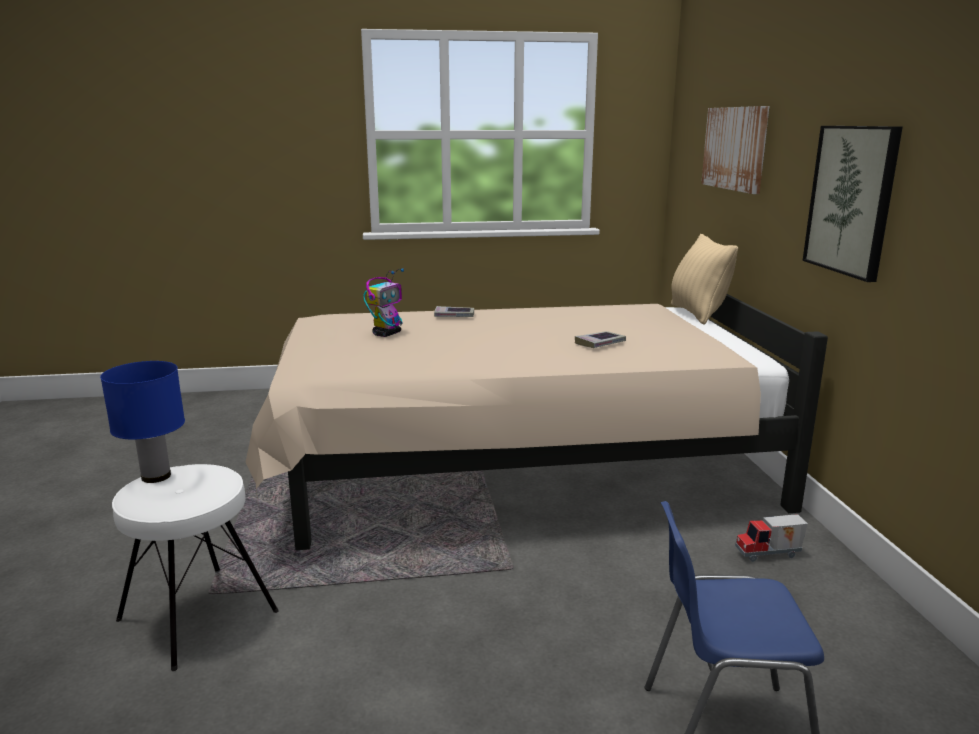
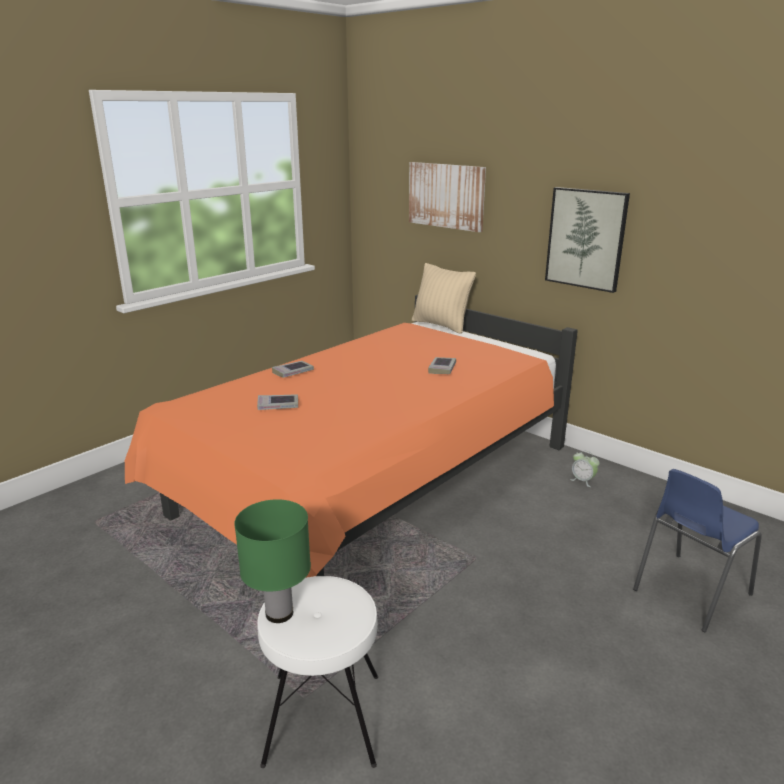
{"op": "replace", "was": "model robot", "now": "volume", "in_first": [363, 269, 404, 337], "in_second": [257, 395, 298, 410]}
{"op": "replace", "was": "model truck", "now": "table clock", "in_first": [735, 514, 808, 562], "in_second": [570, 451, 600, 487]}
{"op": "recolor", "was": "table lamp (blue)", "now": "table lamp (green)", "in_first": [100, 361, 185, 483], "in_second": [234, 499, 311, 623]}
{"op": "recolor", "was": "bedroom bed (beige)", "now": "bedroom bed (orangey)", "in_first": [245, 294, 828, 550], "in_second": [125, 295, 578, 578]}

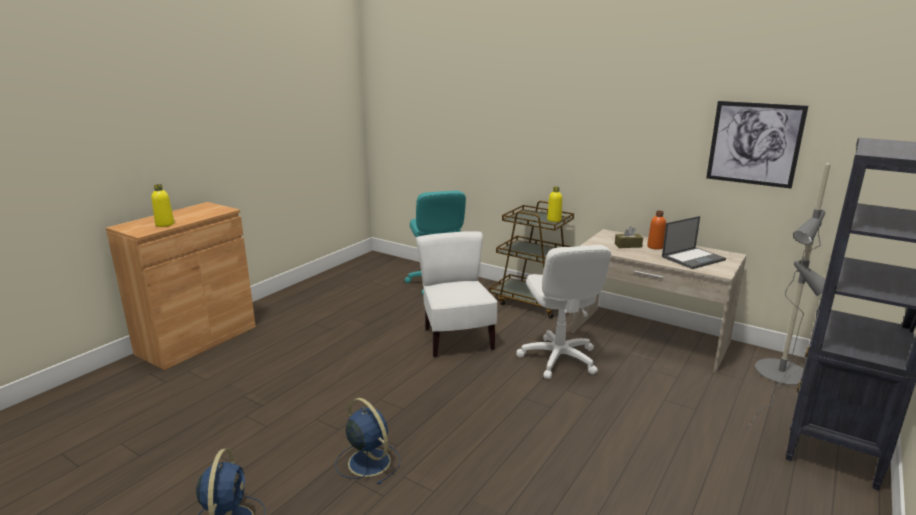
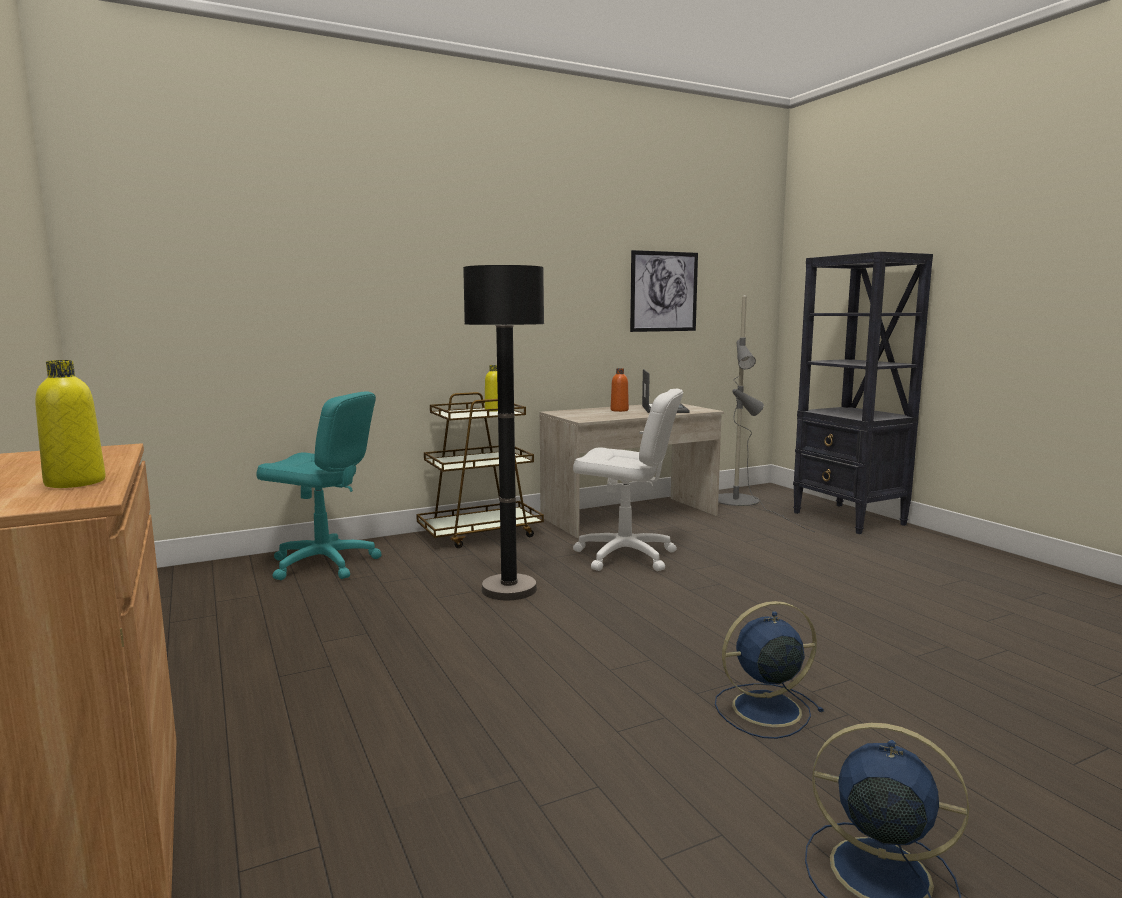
{"op": "delete", "was": "box of tissues (brownish)", "in_first": [615, 226, 643, 248]}
{"op": "replace", "was": "upright chair (whitish)", "now": "standing lamp (blackish)", "in_first": [416, 231, 498, 357], "in_second": [463, 265, 544, 600]}

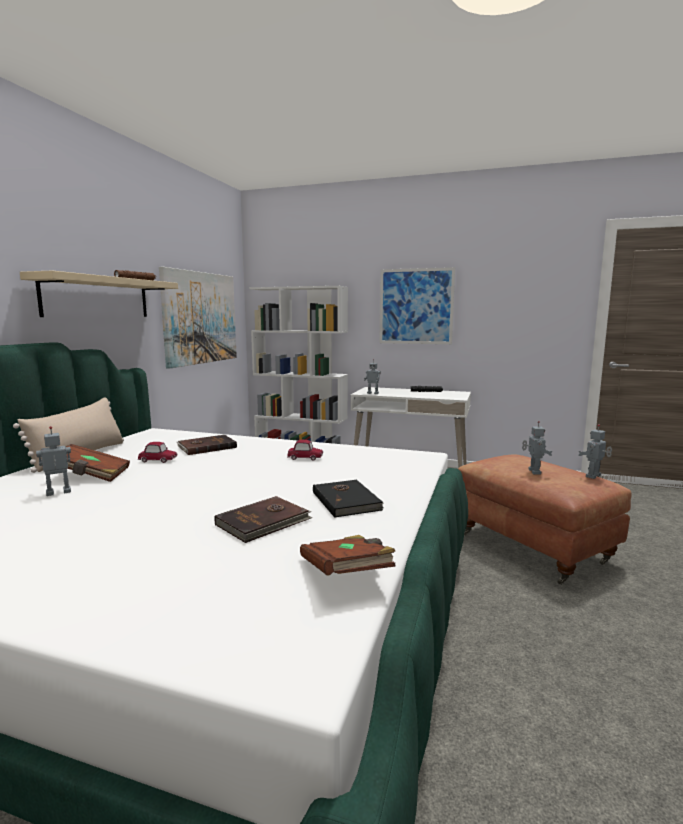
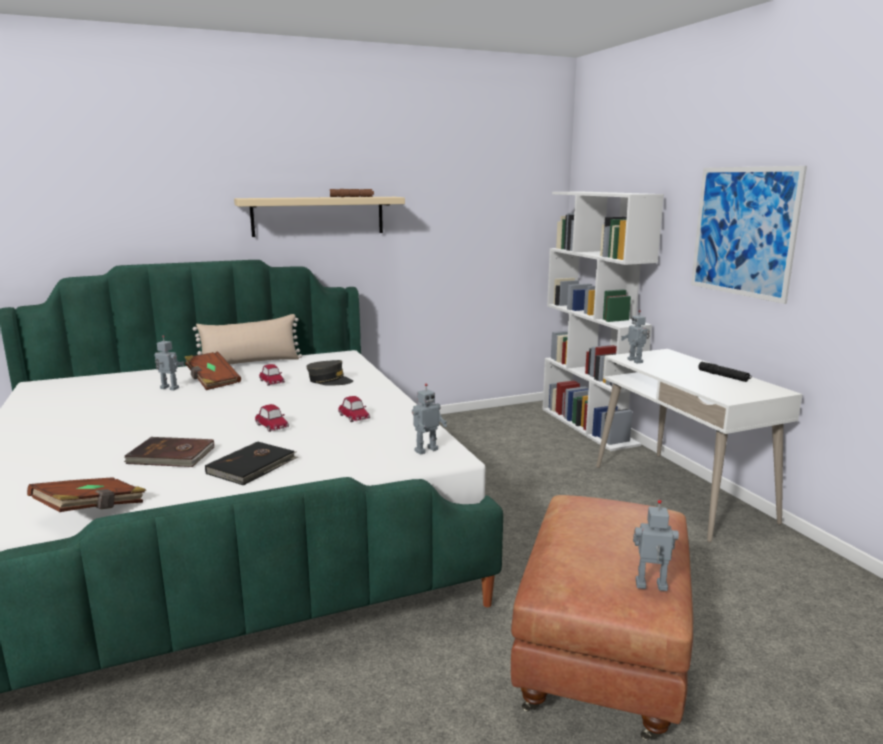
{"op": "delete", "was": "picture", "in_first": [159, 267, 237, 369]}
{"op": "insert", "now": "model car", "in_second": [255, 404, 289, 432]}
{"op": "move", "was": "model robot", "in_first": [522, 421, 553, 475], "in_second": [412, 383, 447, 455]}
{"op": "replace", "was": "volume (brownish)", "now": "peaked cap (gray)", "in_first": [177, 435, 237, 455], "in_second": [306, 360, 353, 386]}

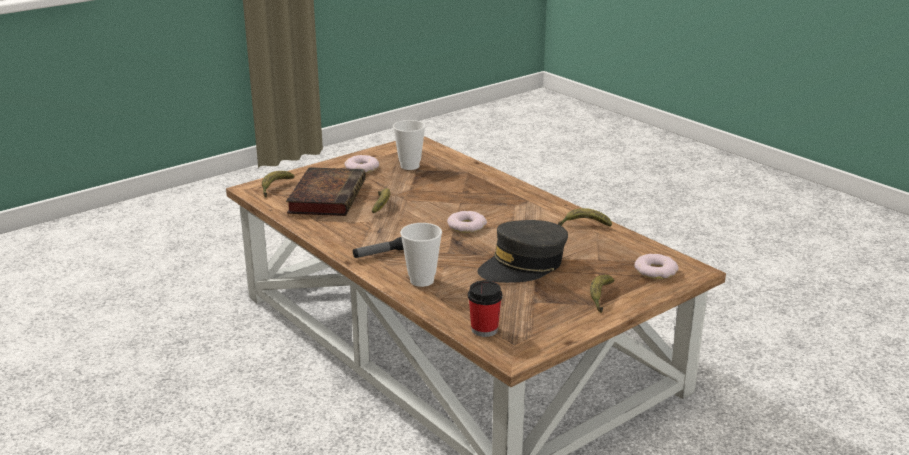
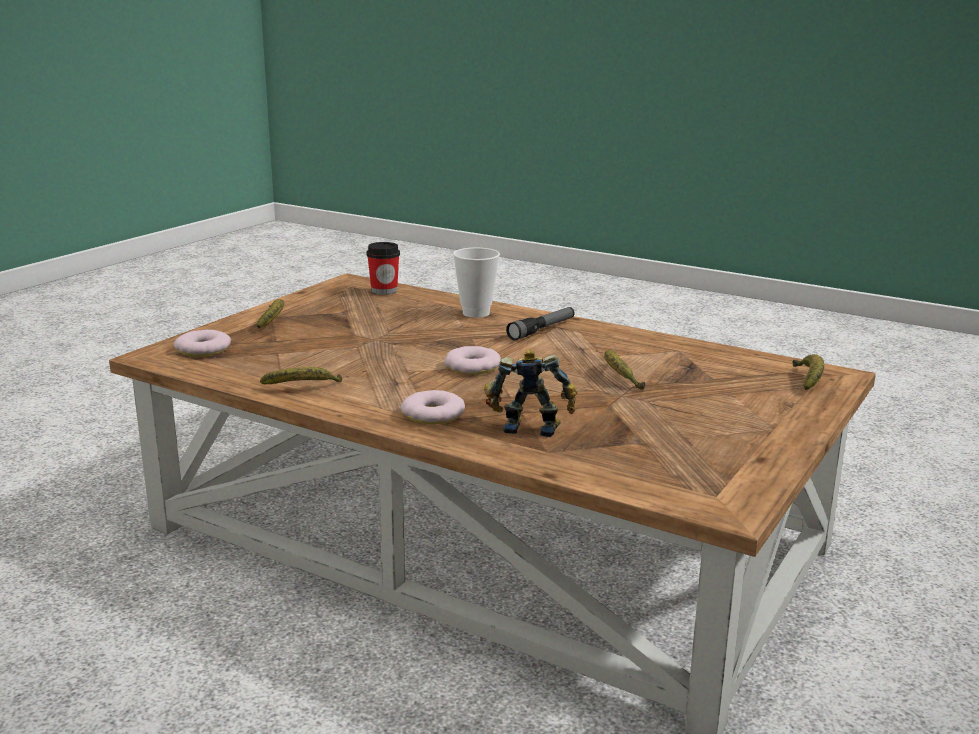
{"op": "delete", "was": "volume", "in_first": [286, 167, 366, 216]}
{"op": "delete", "was": "cup", "in_first": [393, 120, 426, 170]}
{"op": "delete", "was": "peaked cap (gray)", "in_first": [477, 220, 568, 283]}
{"op": "insert", "now": "model robot", "in_second": [484, 349, 578, 437]}
{"op": "move", "was": "ring doughnut", "in_first": [344, 155, 379, 173], "in_second": [400, 390, 465, 424]}

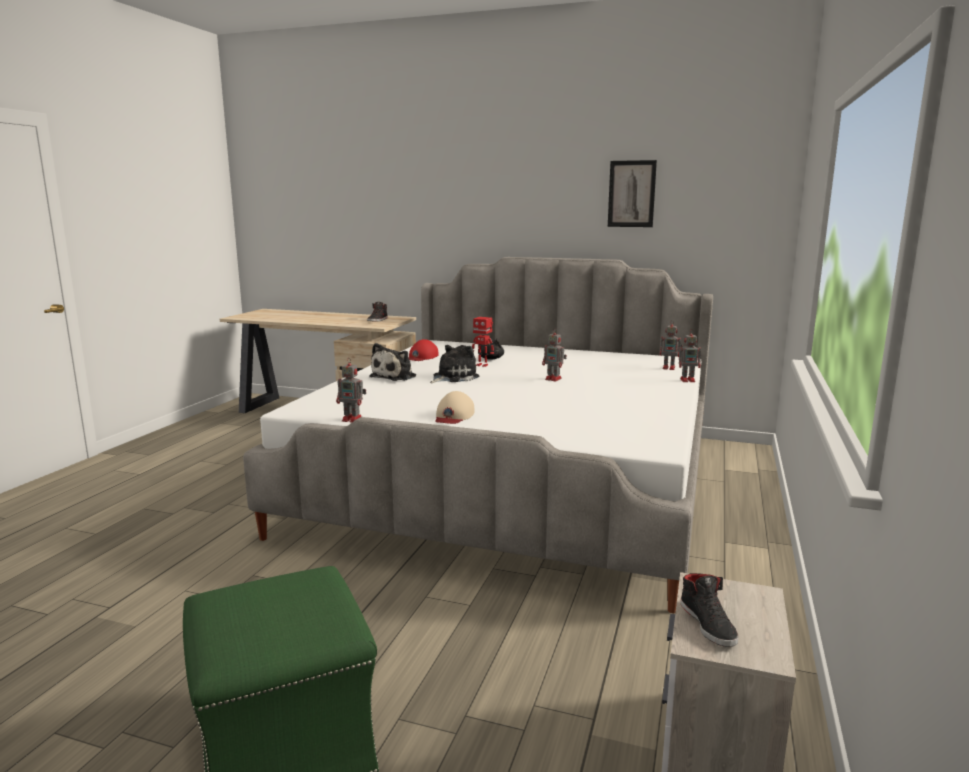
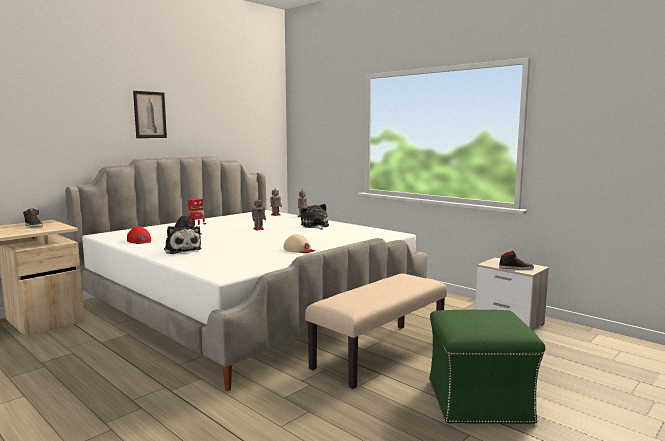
{"op": "delete", "was": "model robot", "in_first": [336, 358, 366, 422]}
{"op": "insert", "now": "indoor bench (beige)", "in_second": [305, 274, 447, 389]}
{"op": "move", "was": "soft toy", "in_first": [430, 345, 479, 383], "in_second": [301, 204, 329, 229]}
{"op": "move", "was": "picture", "in_first": [608, 160, 657, 227], "in_second": [133, 91, 167, 138]}

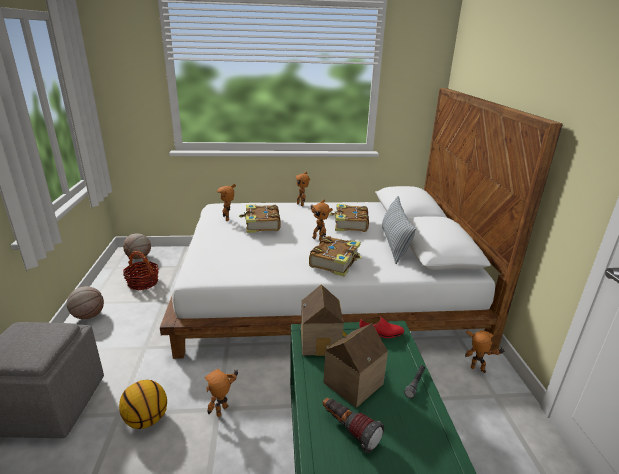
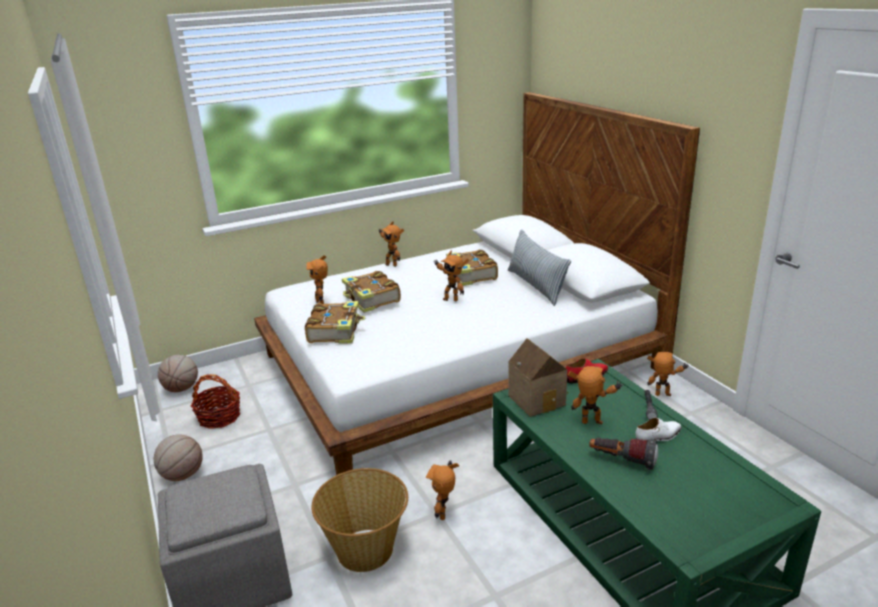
{"op": "insert", "now": "low shoe (whitish)", "in_second": [636, 417, 682, 442]}
{"op": "move", "was": "volume", "in_first": [309, 236, 362, 277], "in_second": [305, 301, 365, 344]}
{"op": "replace", "was": "basketball ball", "now": "household basket", "in_first": [119, 380, 167, 429], "in_second": [311, 468, 408, 572]}
{"op": "replace", "was": "toy house", "now": "model robot", "in_first": [323, 323, 388, 408], "in_second": [568, 366, 623, 424]}

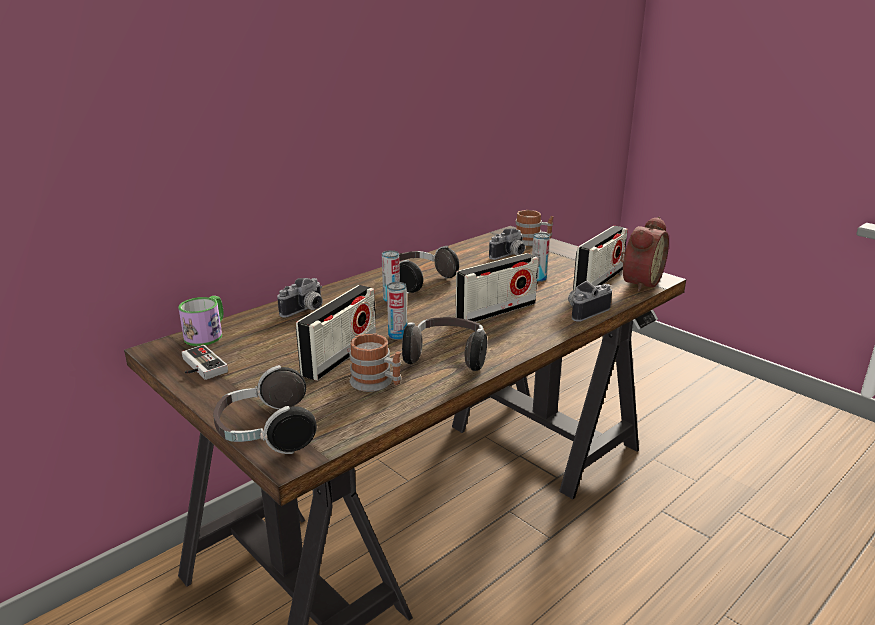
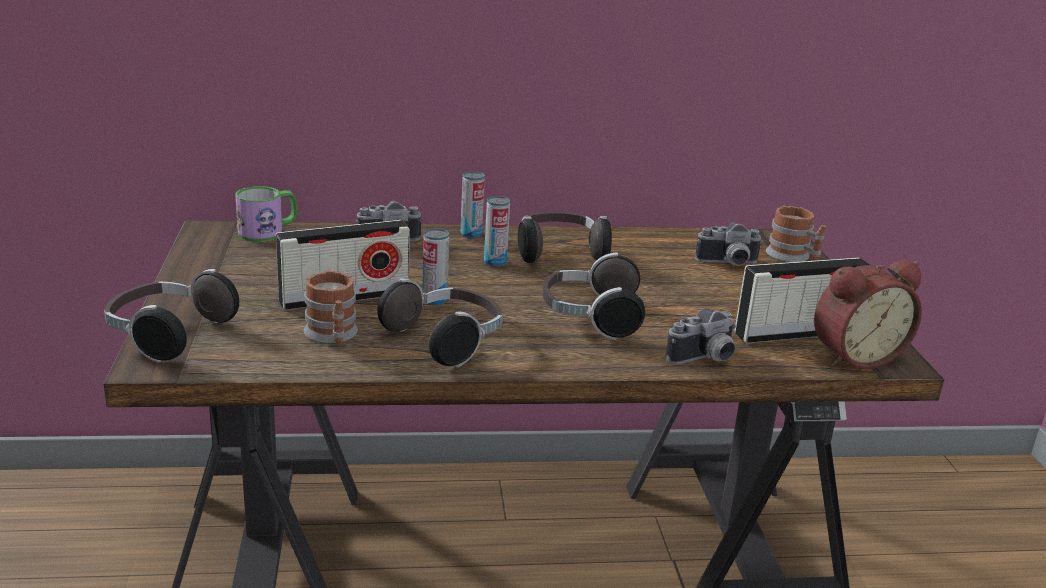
{"op": "delete", "was": "gamepad", "in_first": [182, 345, 228, 380]}
{"op": "move", "was": "sealed can", "in_first": [532, 233, 550, 282], "in_second": [461, 171, 485, 238]}
{"op": "replace", "was": "radio set", "now": "headphones", "in_first": [456, 253, 538, 322], "in_second": [543, 253, 645, 340]}
{"op": "rotate", "was": "photo camera", "in_first": [568, 281, 612, 322], "in_second": [665, 308, 736, 365], "clockwise": 150}

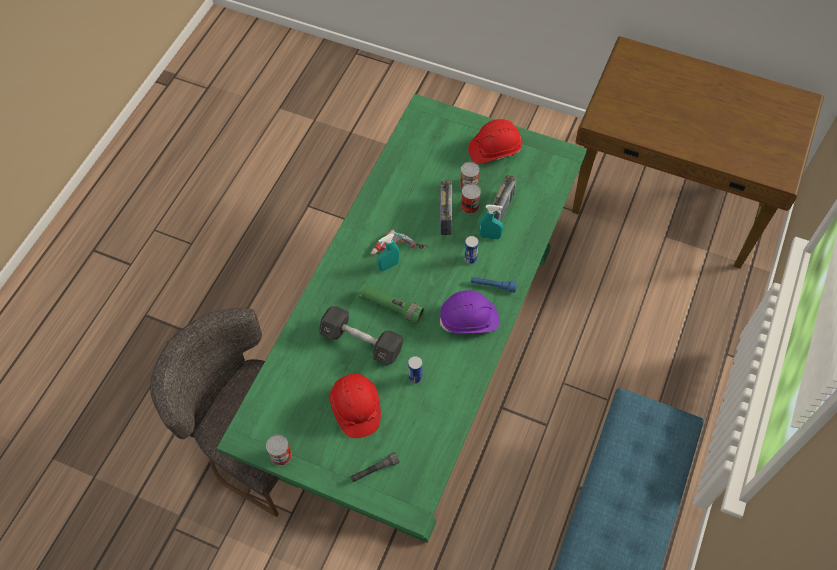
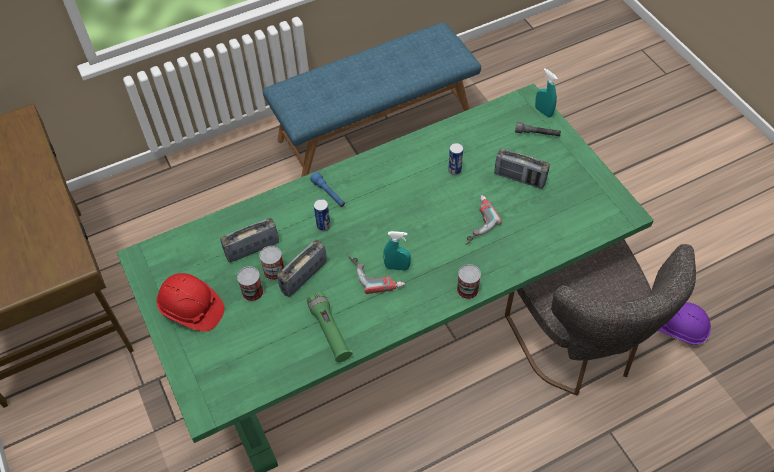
{"op": "move", "was": "sealed can", "in_first": [266, 435, 292, 466], "in_second": [457, 264, 481, 299]}
{"op": "move", "was": "hand torch (green)", "in_first": [359, 284, 424, 323], "in_second": [307, 292, 353, 362]}
{"op": "move", "was": "hard hat (purple-coloured)", "in_first": [440, 290, 499, 334], "in_second": [658, 302, 711, 346]}
{"op": "move", "was": "hand sprayer (turquoise)", "in_first": [479, 205, 503, 239], "in_second": [535, 68, 558, 118]}
{"op": "replace", "was": "hand weight (blackish)", "now": "electric drill", "in_first": [319, 306, 403, 365], "in_second": [465, 195, 502, 245]}
{"op": "replace", "was": "hard hat (reddish)", "now": "radio set", "in_first": [330, 374, 381, 438], "in_second": [494, 148, 550, 189]}

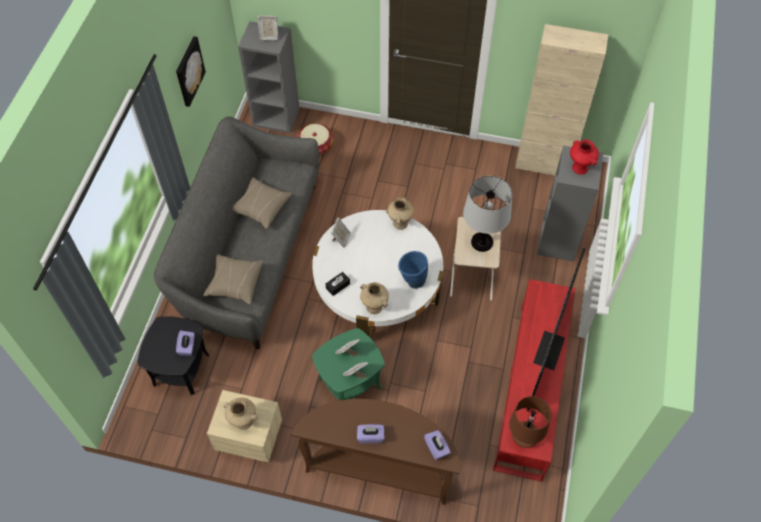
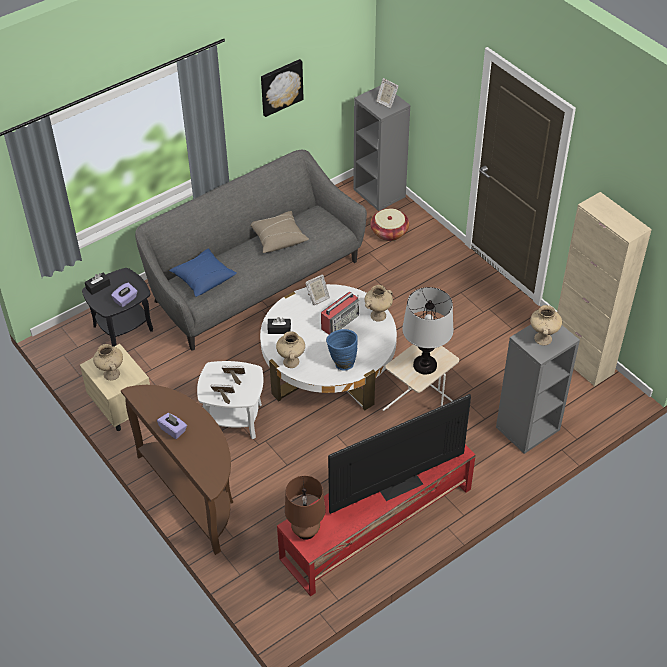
{"op": "delete", "was": "box of tissues (purple-coloured)", "in_first": [424, 430, 451, 460]}
{"op": "insert", "now": "box of tissues (blackish)", "in_second": [85, 273, 111, 295]}
{"op": "insert", "now": "radio set", "in_second": [321, 292, 359, 335]}
{"op": "recolor", "was": "cushion (beige)", "now": "cushion (blue)", "in_first": [203, 254, 263, 304], "in_second": [169, 248, 237, 297]}
{"op": "recolor", "was": "end table (green)", "now": "end table (whitish)", "in_first": [312, 328, 385, 400], "in_second": [197, 361, 264, 440]}
{"op": "recolor", "was": "flower vase (reddish)", "now": "flower vase (beige)", "in_first": [570, 140, 599, 175], "in_second": [530, 305, 562, 346]}

